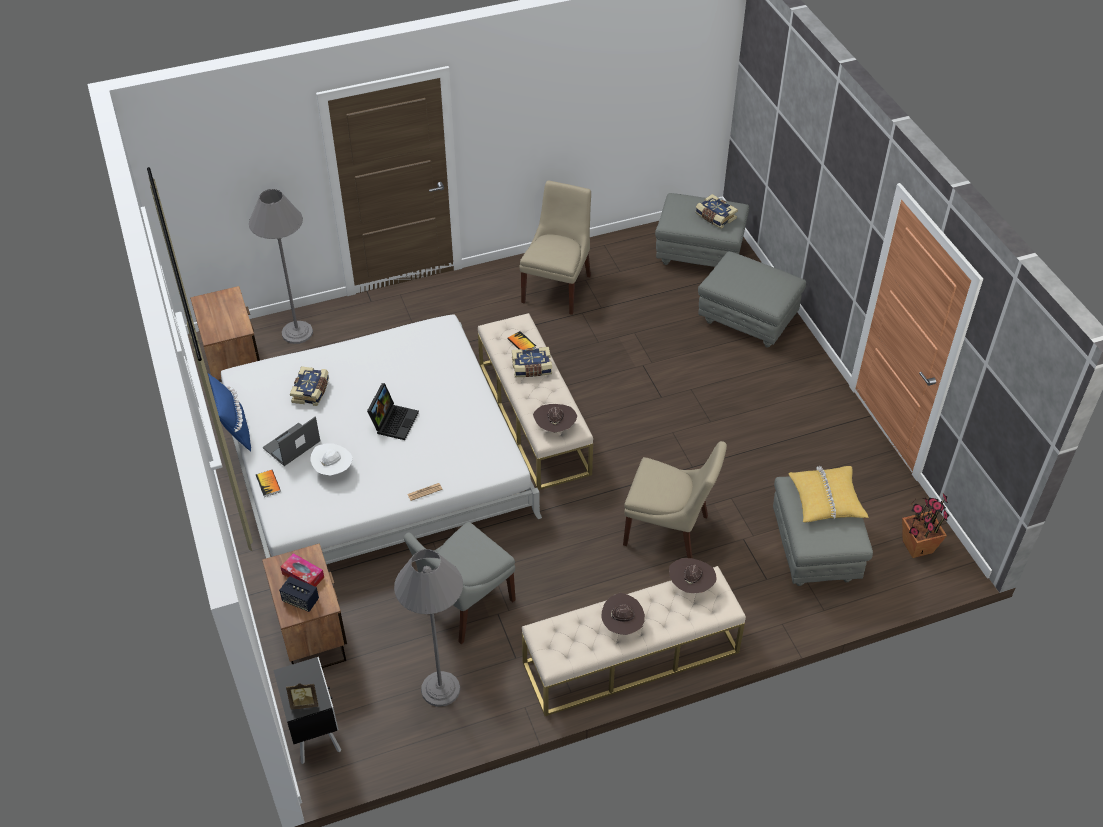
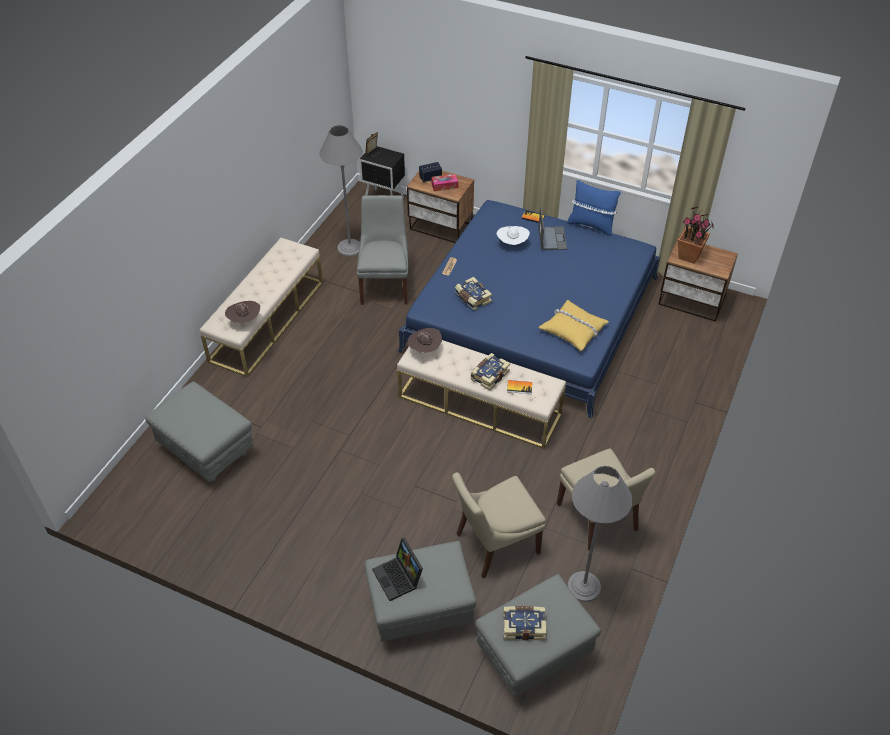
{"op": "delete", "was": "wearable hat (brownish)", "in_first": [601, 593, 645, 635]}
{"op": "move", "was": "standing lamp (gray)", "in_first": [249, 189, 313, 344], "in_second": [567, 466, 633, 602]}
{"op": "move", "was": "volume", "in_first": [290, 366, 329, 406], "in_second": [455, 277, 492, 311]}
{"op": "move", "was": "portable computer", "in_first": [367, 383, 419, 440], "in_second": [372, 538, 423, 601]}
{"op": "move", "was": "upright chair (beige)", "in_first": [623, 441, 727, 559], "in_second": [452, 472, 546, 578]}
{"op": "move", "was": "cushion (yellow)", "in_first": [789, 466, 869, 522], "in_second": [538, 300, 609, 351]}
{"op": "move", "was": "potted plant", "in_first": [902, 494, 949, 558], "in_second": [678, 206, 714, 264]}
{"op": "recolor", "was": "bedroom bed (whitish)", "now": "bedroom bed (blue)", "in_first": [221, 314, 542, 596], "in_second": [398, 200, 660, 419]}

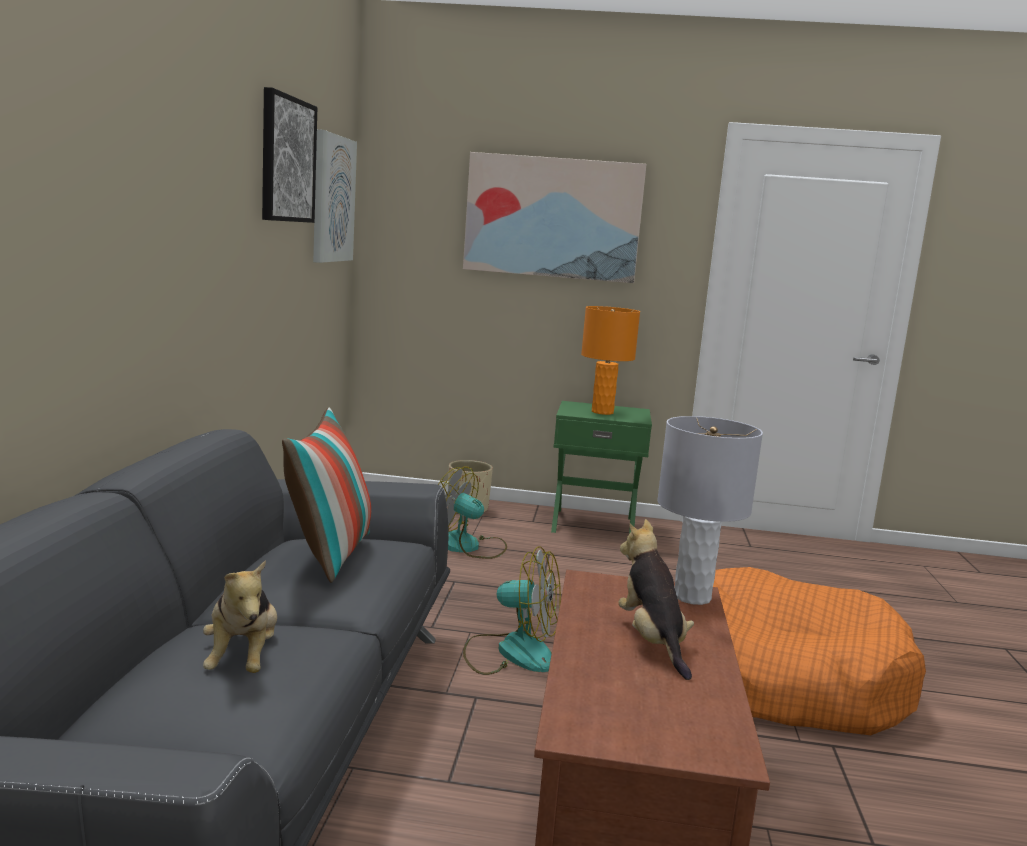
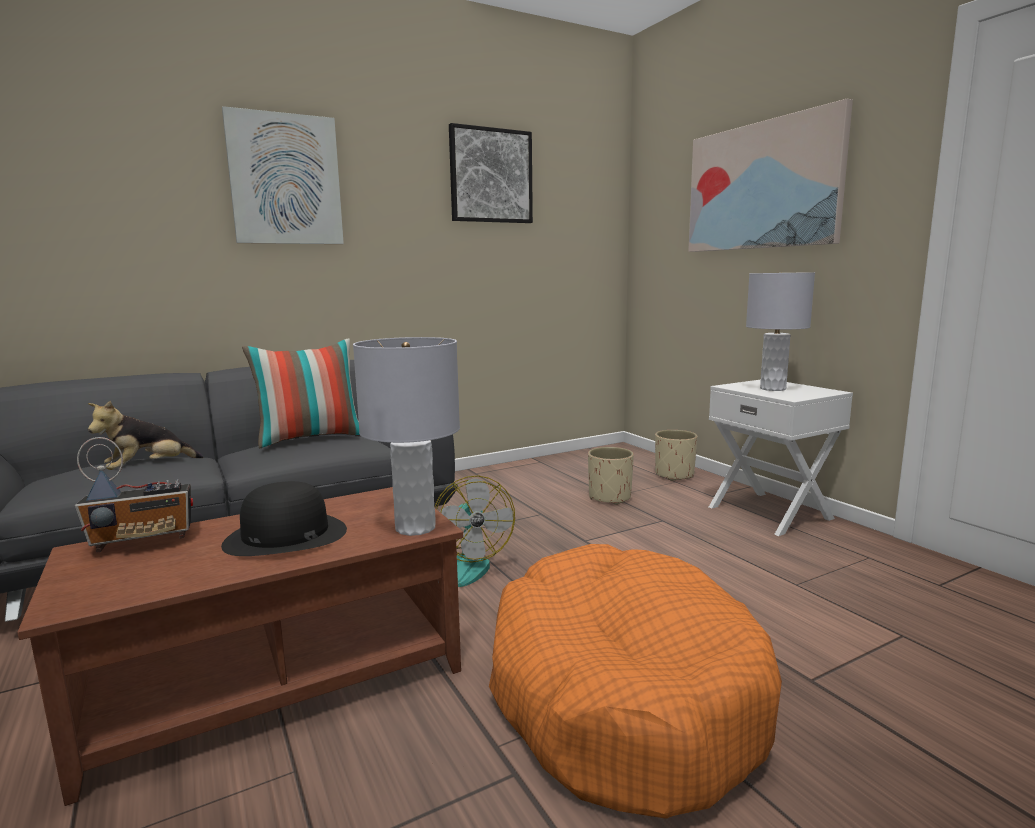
{"op": "insert", "now": "radio set", "in_second": [75, 437, 193, 553]}
{"op": "move", "was": "picture", "in_first": [313, 129, 357, 263], "in_second": [222, 106, 344, 244]}
{"op": "replace", "was": "cooling fan", "now": "plant pot (beige)", "in_first": [438, 467, 507, 559], "in_second": [588, 447, 634, 505]}
{"op": "replace", "was": "soft toy", "now": "wearable hat (blackish)", "in_first": [619, 519, 694, 680], "in_second": [221, 481, 347, 556]}
{"op": "recolor", "was": "bedside table (green)", "now": "bedside table (whitish)", "in_first": [551, 401, 652, 534], "in_second": [709, 379, 853, 536]}
{"op": "recolor", "was": "table lamp (orangey)", "now": "table lamp (gray)", "in_first": [581, 306, 640, 415], "in_second": [746, 272, 815, 391]}

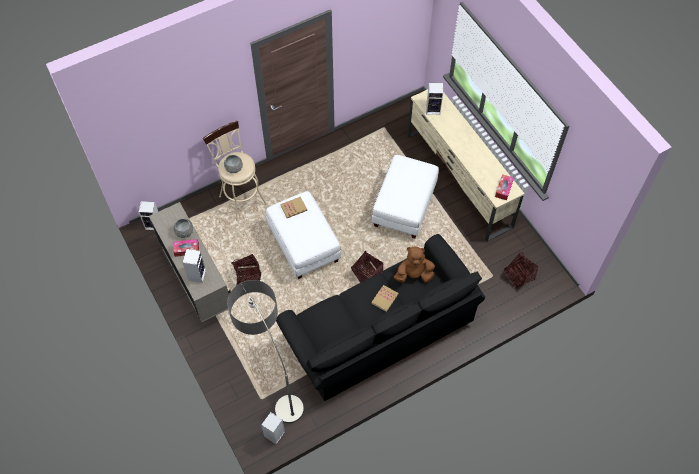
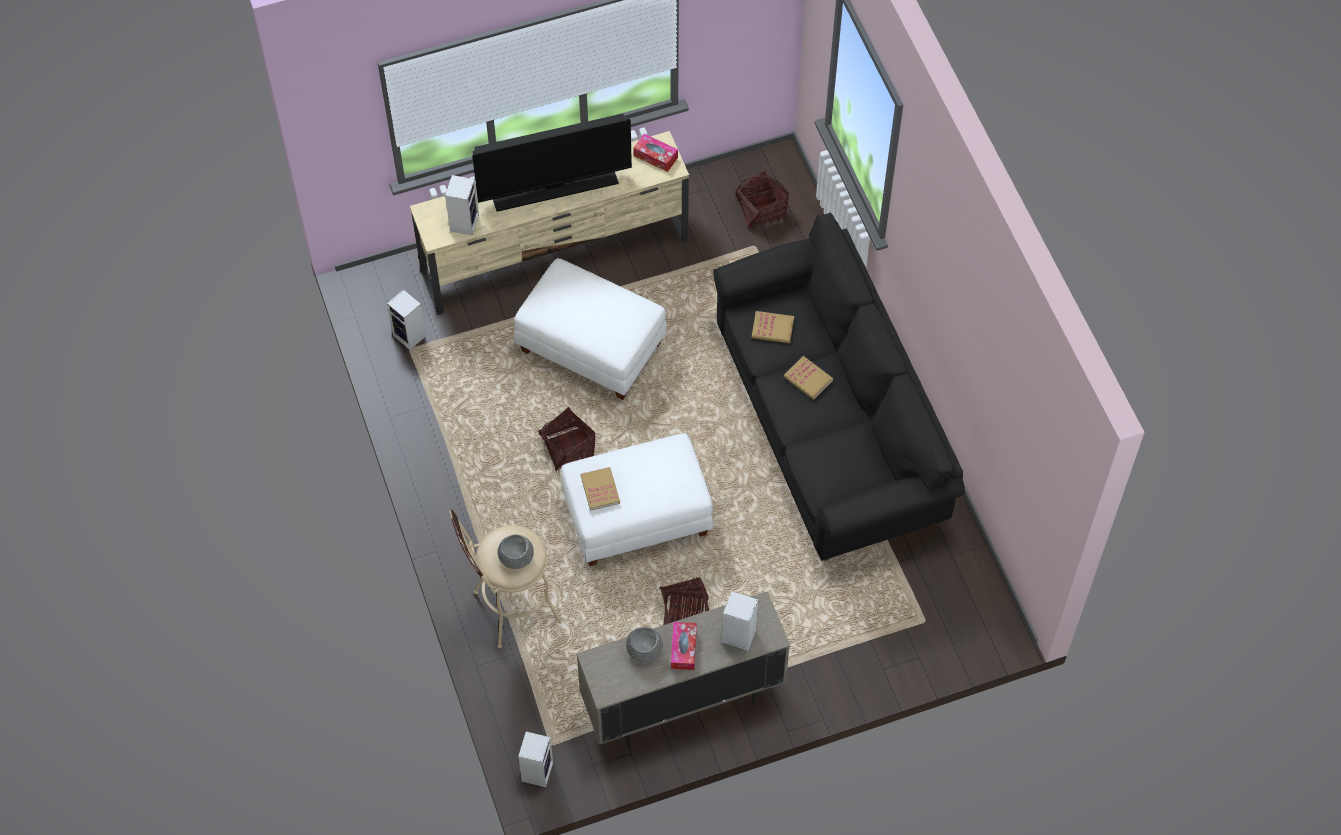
{"op": "delete", "was": "standing lamp", "in_first": [227, 280, 304, 423]}
{"op": "insert", "now": "TV", "in_second": [472, 114, 632, 212]}
{"op": "move", "was": "audio speaker", "in_first": [261, 412, 285, 444], "in_second": [387, 290, 426, 350]}
{"op": "move", "was": "household basket", "in_first": [351, 251, 383, 283], "in_second": [538, 407, 595, 471]}
{"op": "replace", "was": "soft toy (brownish)", "now": "volume", "in_first": [394, 247, 435, 283], "in_second": [752, 311, 794, 343]}

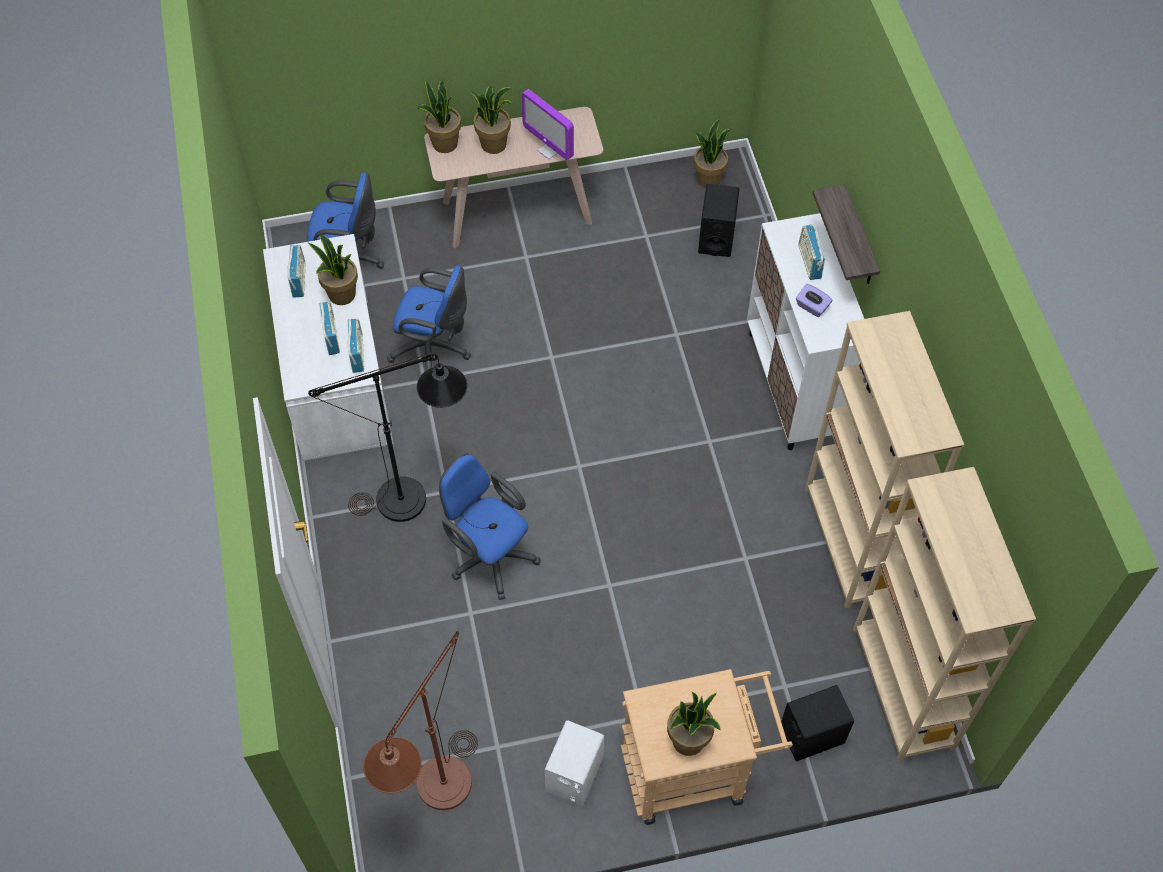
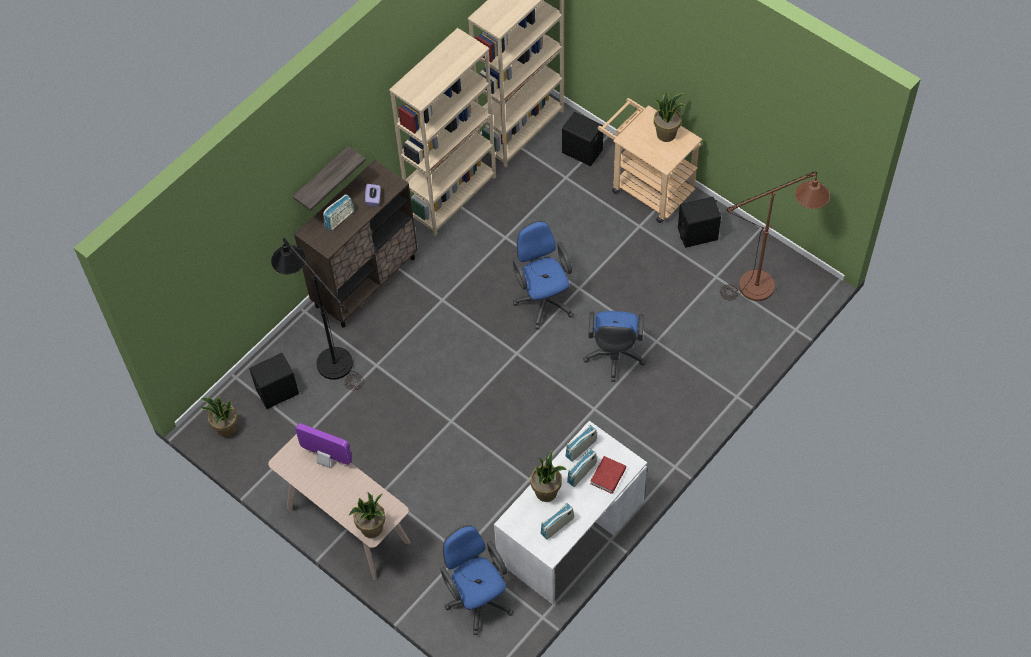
{"op": "delete", "was": "potted plant", "in_first": [469, 86, 513, 154]}
{"op": "insert", "now": "volume (reddish)", "in_second": [590, 456, 626, 494]}
{"op": "move", "was": "standing lamp (blackish)", "in_first": [308, 353, 467, 522], "in_second": [271, 238, 364, 390]}
{"op": "move", "was": "computer chair (blue)", "in_first": [387, 265, 471, 370], "in_second": [513, 221, 574, 329]}
{"op": "recolor", "was": "audio speaker (whitish)", "now": "audio speaker (blackish)", "in_first": [544, 720, 604, 806], "in_second": [678, 197, 721, 248]}
{"op": "recolor", "was": "storage cabinet (whitish)", "now": "storage cabinet (brownish)", "in_first": [747, 213, 864, 450], "in_second": [294, 160, 418, 328]}
{"op": "rotate", "was": "monitor", "in_first": [521, 89, 574, 160], "in_second": [295, 423, 352, 468], "clockwise": -75}

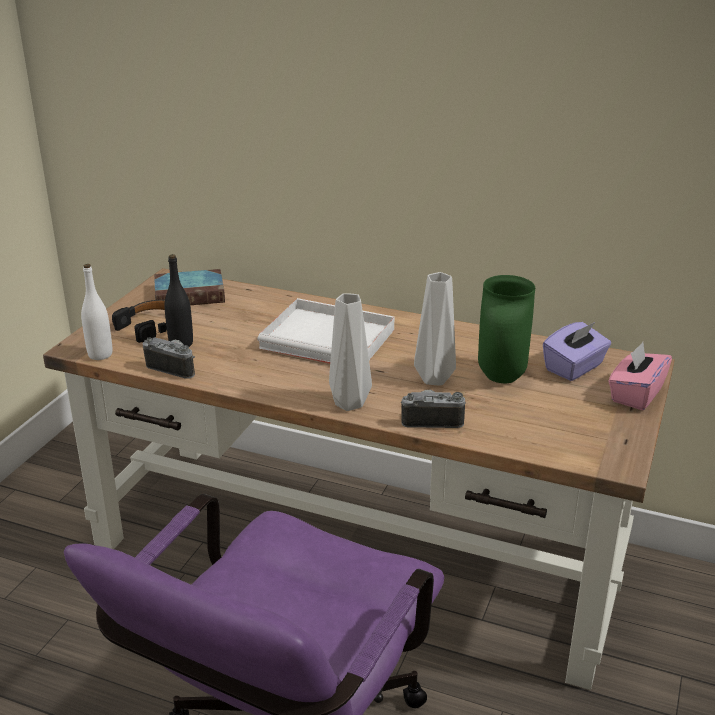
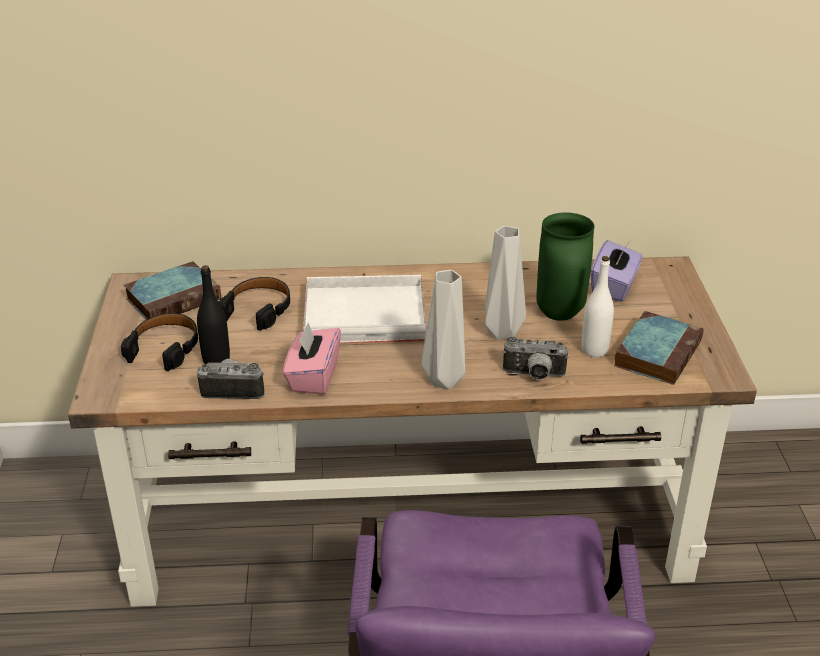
{"op": "insert", "now": "headphones (blackish)", "in_second": [219, 277, 290, 331]}
{"op": "insert", "now": "volume", "in_second": [614, 311, 704, 385]}
{"op": "move", "was": "drink bottle (whitish)", "in_first": [81, 264, 112, 360], "in_second": [582, 256, 614, 357]}
{"op": "move", "was": "box of tissues (pink-coloured)", "in_first": [608, 342, 672, 410], "in_second": [283, 323, 341, 395]}
{"op": "rotate", "was": "photo camera", "in_first": [401, 390, 466, 428], "in_second": [503, 337, 569, 380], "clockwise": -150}

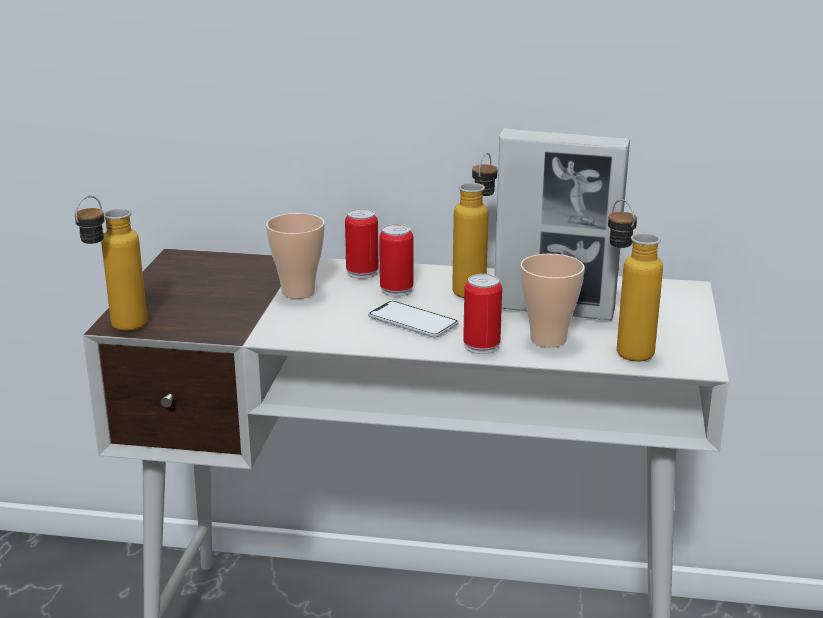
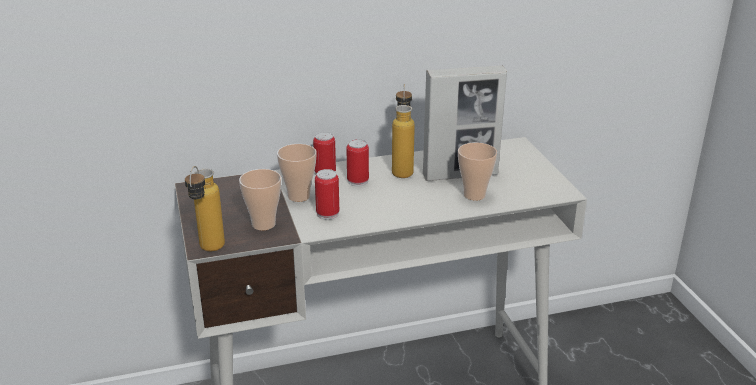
{"op": "delete", "was": "telephone", "in_first": [368, 301, 458, 338]}
{"op": "delete", "was": "drink bottle", "in_first": [608, 199, 663, 361]}
{"op": "insert", "now": "cup", "in_second": [239, 169, 281, 230]}
{"op": "move", "was": "sealed can", "in_first": [463, 274, 502, 354], "in_second": [315, 169, 339, 220]}

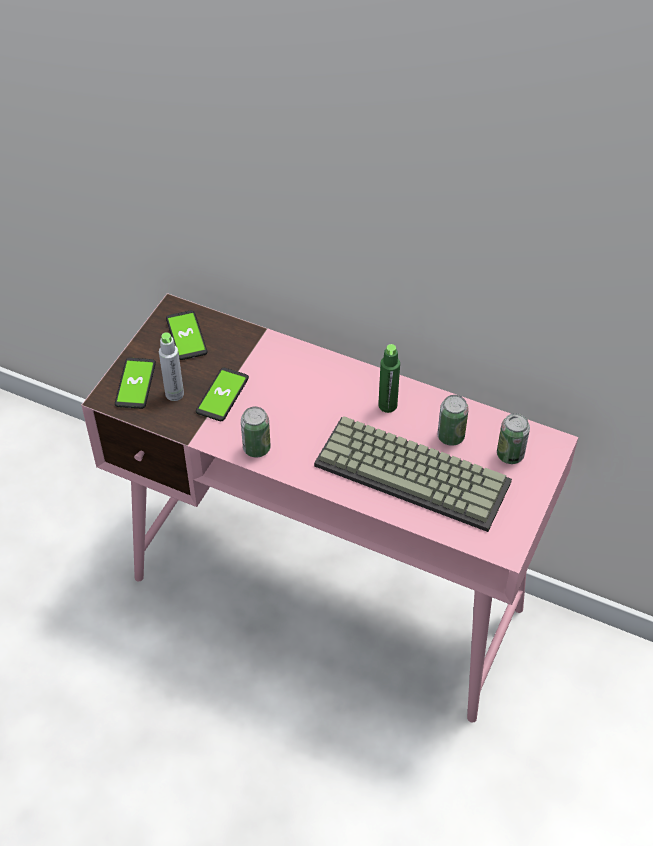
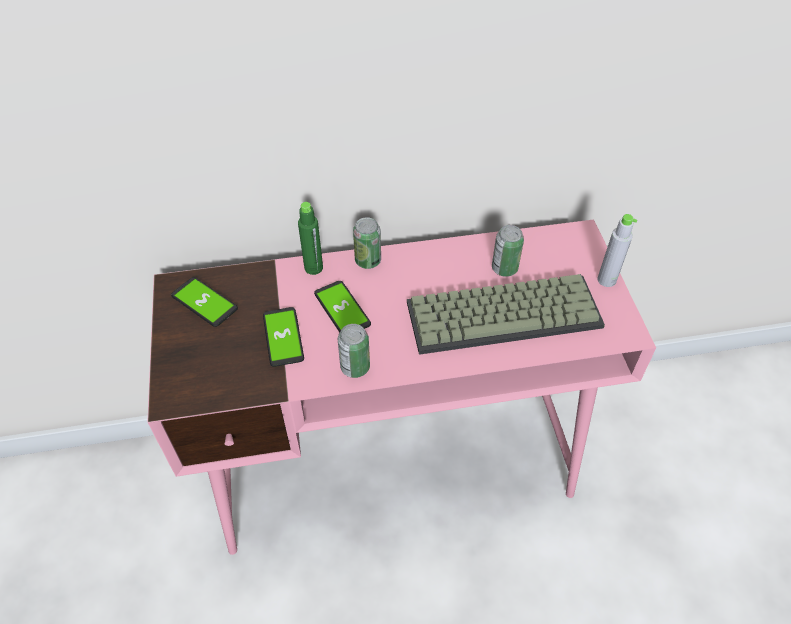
{"op": "move", "was": "telephone", "in_first": [115, 358, 156, 409], "in_second": [314, 281, 371, 333]}
{"op": "move", "was": "drink bottle (gray)", "in_first": [159, 332, 184, 401], "in_second": [597, 214, 637, 287]}
{"op": "move", "was": "drink bottle (green)", "in_first": [378, 344, 400, 413], "in_second": [298, 202, 323, 275]}
{"op": "move", "was": "sealed can", "in_first": [497, 413, 530, 464], "in_second": [353, 217, 381, 269]}

